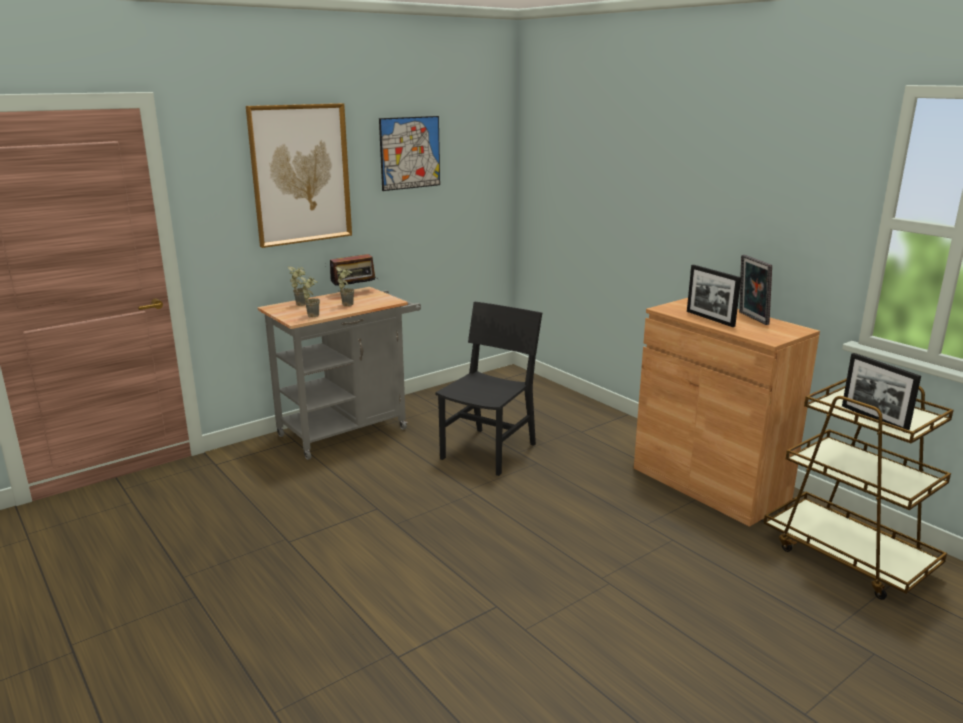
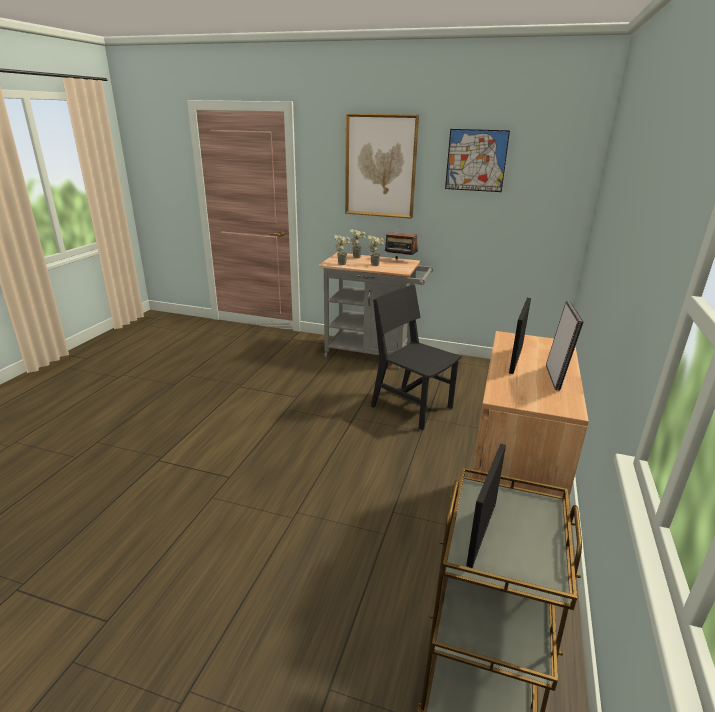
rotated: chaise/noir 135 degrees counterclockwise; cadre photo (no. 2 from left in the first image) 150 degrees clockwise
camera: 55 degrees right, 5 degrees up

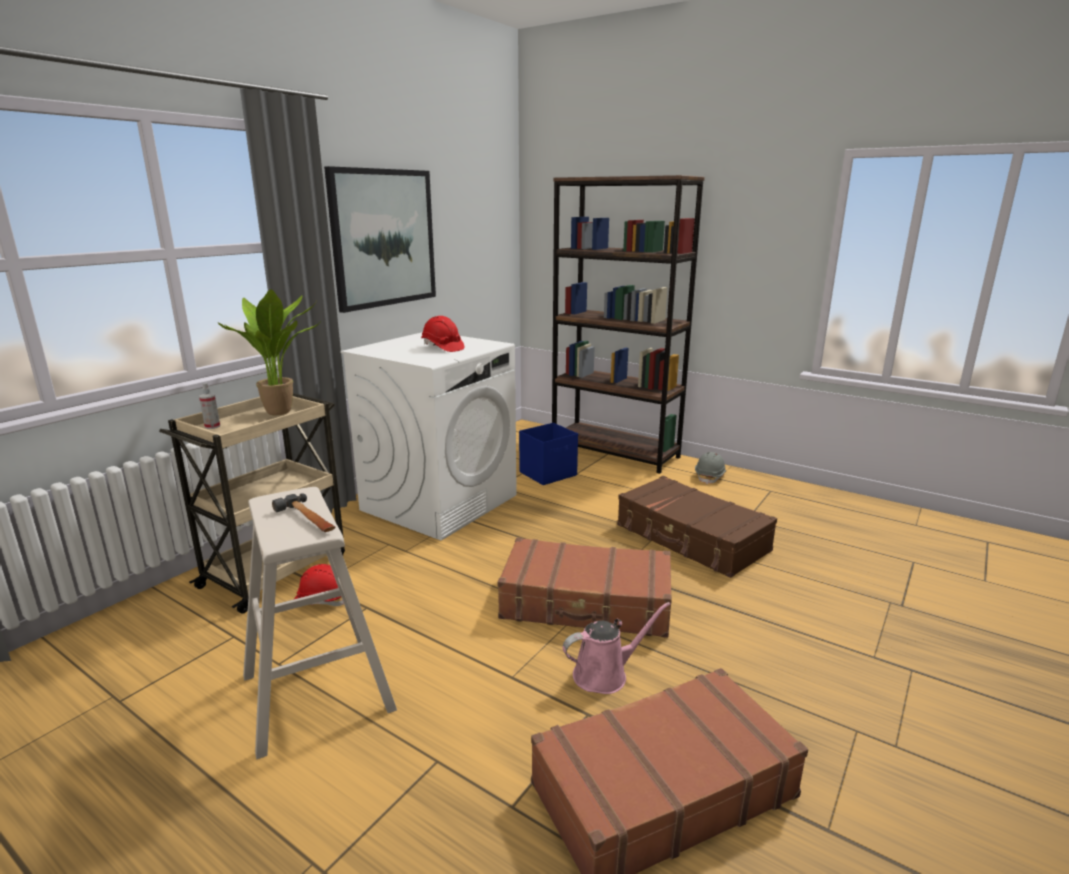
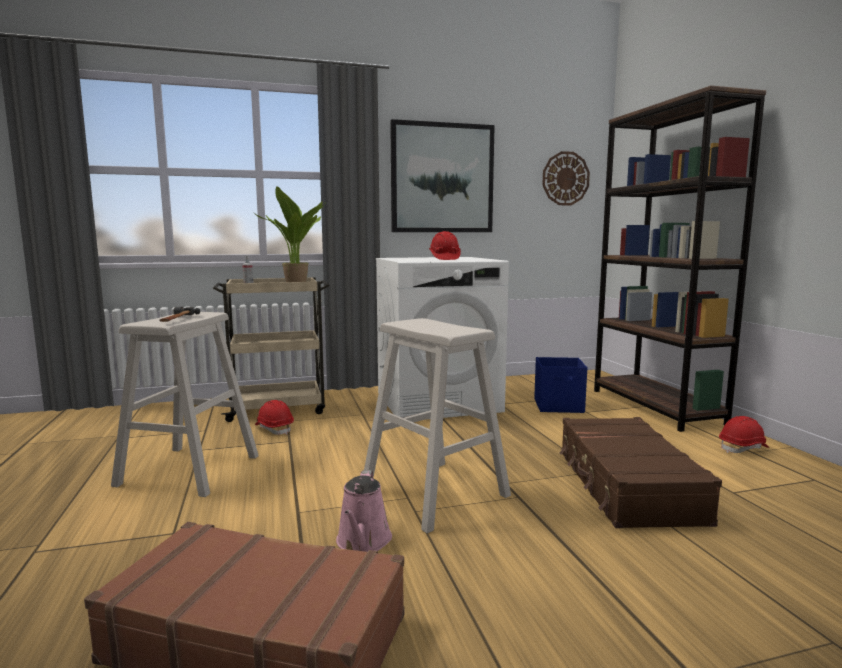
new: horloge murale
swapped: valise/marron (no. 1 from left) to tabouret/beige (no. 2 from left)
repainted: casque de chantier/gris to casque de chantier/rouge (no. 3 from left)
rotated: arrosoir/rose 75 degrees clockwise
camera: 40 degrees right, 10 degrees down

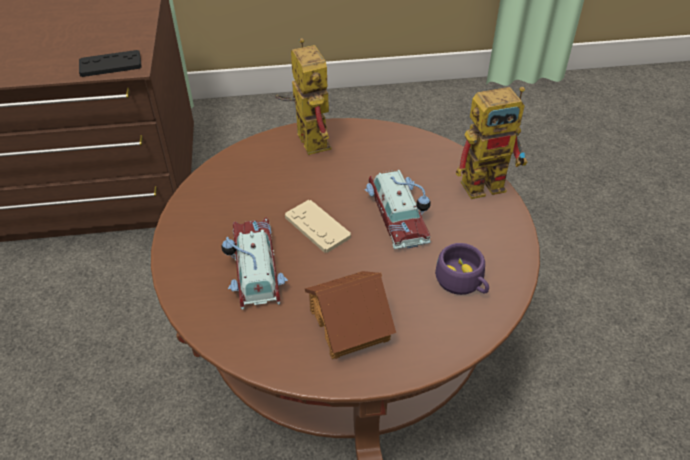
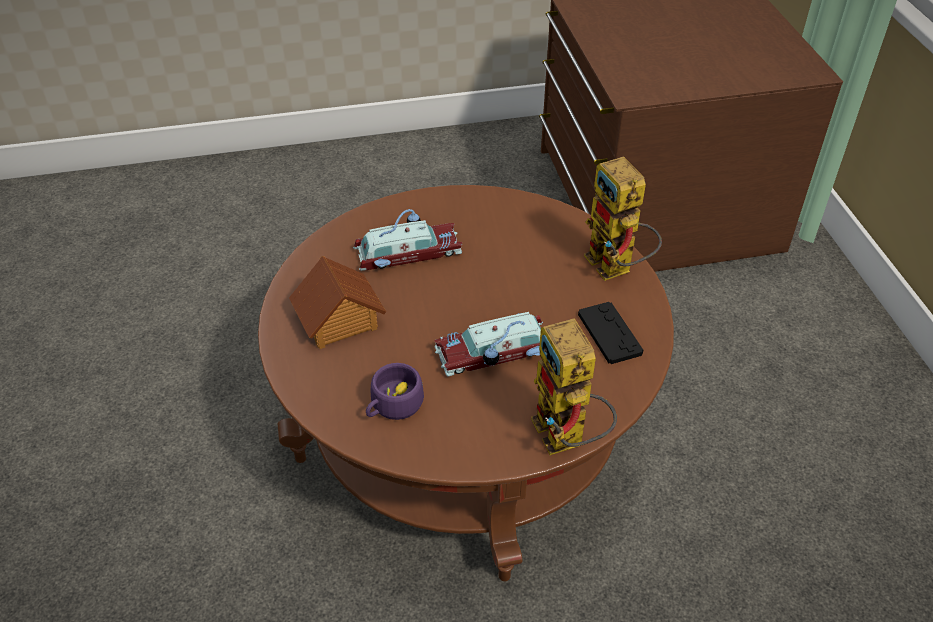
gone: manette/beige
shifted: manette/noir
rotated: robot jouet (no. 1 from left in the first image) 90 degrees clockwise
camera: 85 degrees right, 0 degrees up

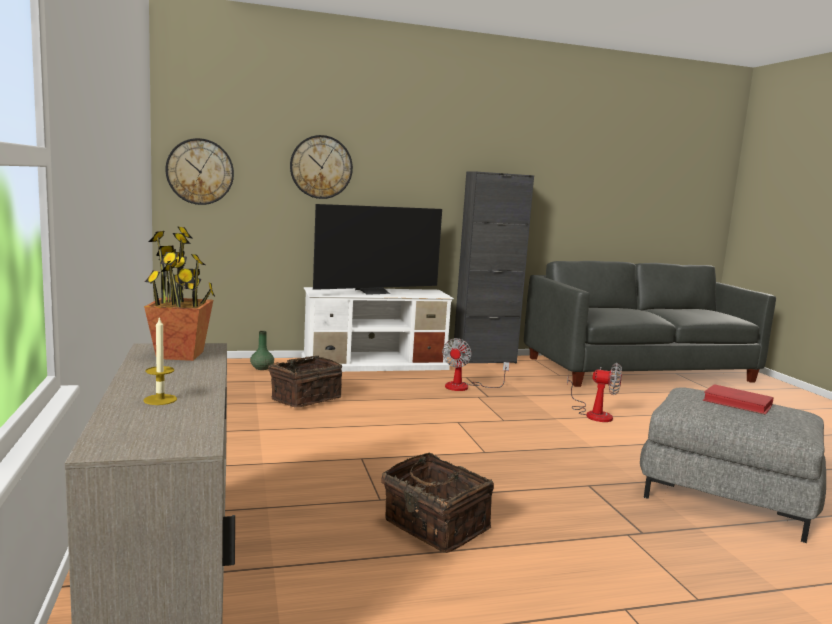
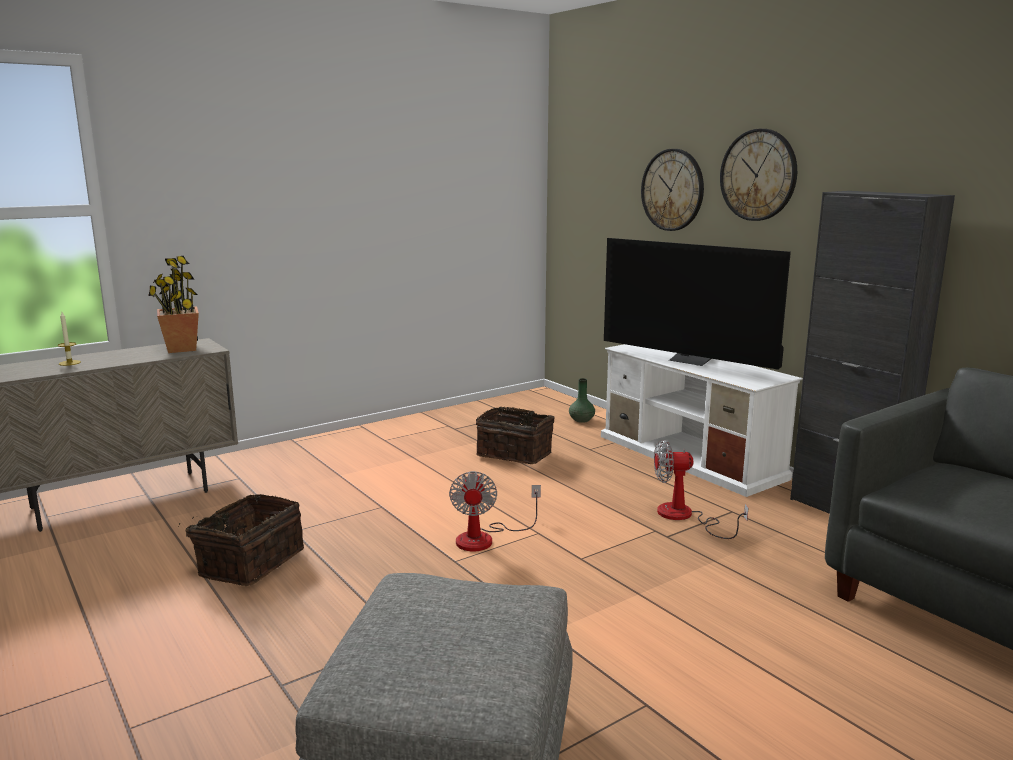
gone: livre/rouge
shifted: ventilateur (no. 2 from left in the first image) to ventilateur (no. 1 from left); horloge murale (no. 1 from left in the first image) to horloge murale (no. 2 from left)
camera: 70 degrees right, 5 degrees up

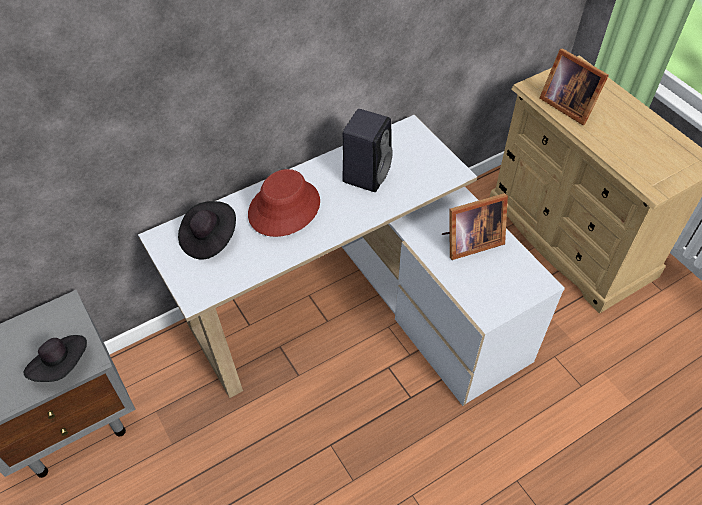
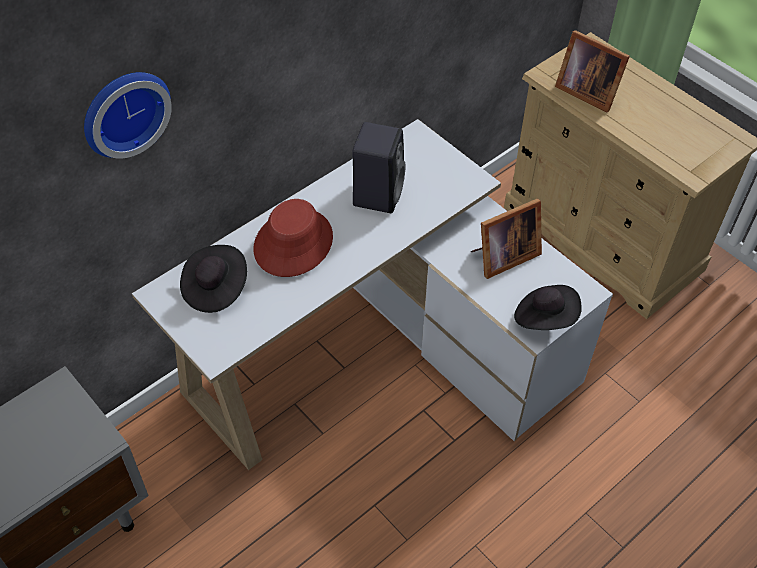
new: horloge murale
shifted: chapeau/noir (no. 1 from left in the first image) to chapeau/noir (no. 2 from left)
camera: 10 degrees left, 0 degrees up

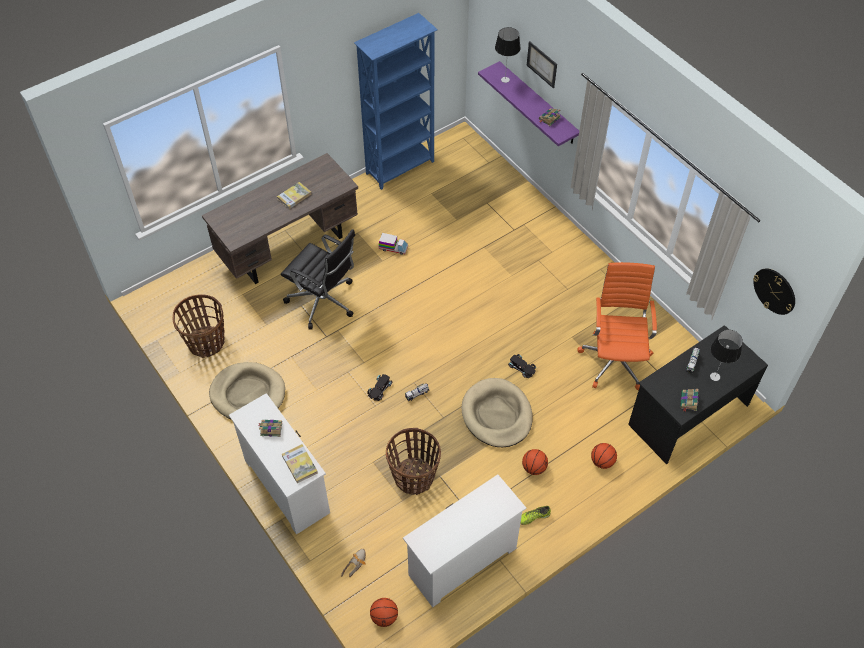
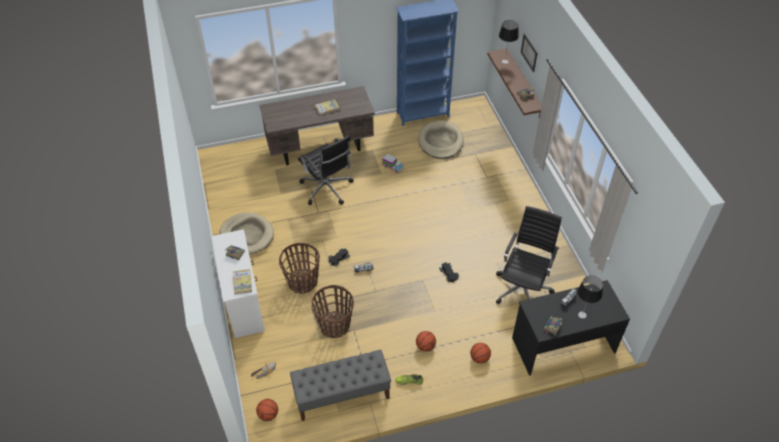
gone: horloge murale
shifted: panier (no. 1 from left); panier pour chien/beige (no. 2 from left)
swapped: commode/blanc (no. 2 from left) to banc/gris
repainted: étagère/violet to étagère/marron; chaise de bureau/orange to chaise de bureau/noir (no. 2 from left)
camera: 20 degrees right, 5 degrees down

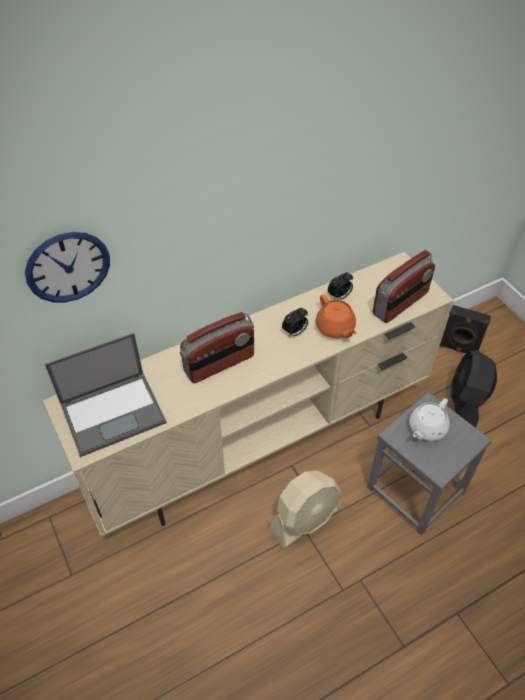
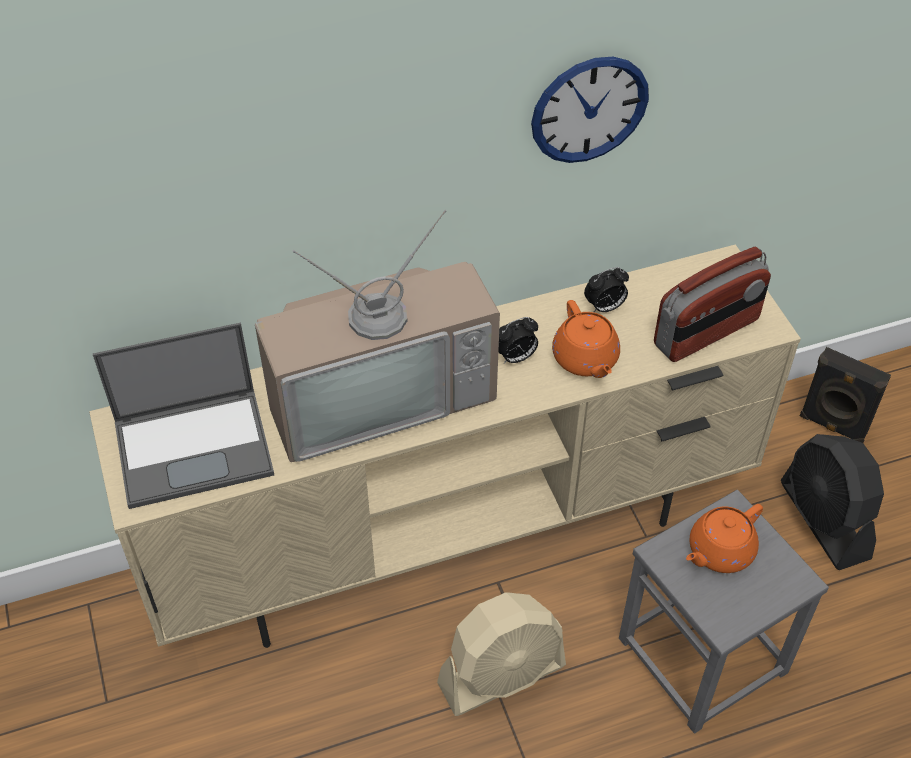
shifted: horloge murale
swapped: radio (no. 1 from left) to téléviseur
repainted: théière/blanc to théière/orange (no. 2 from left)
rotated: ventilateur/noir 45 degrees counterclockwise
camera: 10 degrees right, 0 degrees up

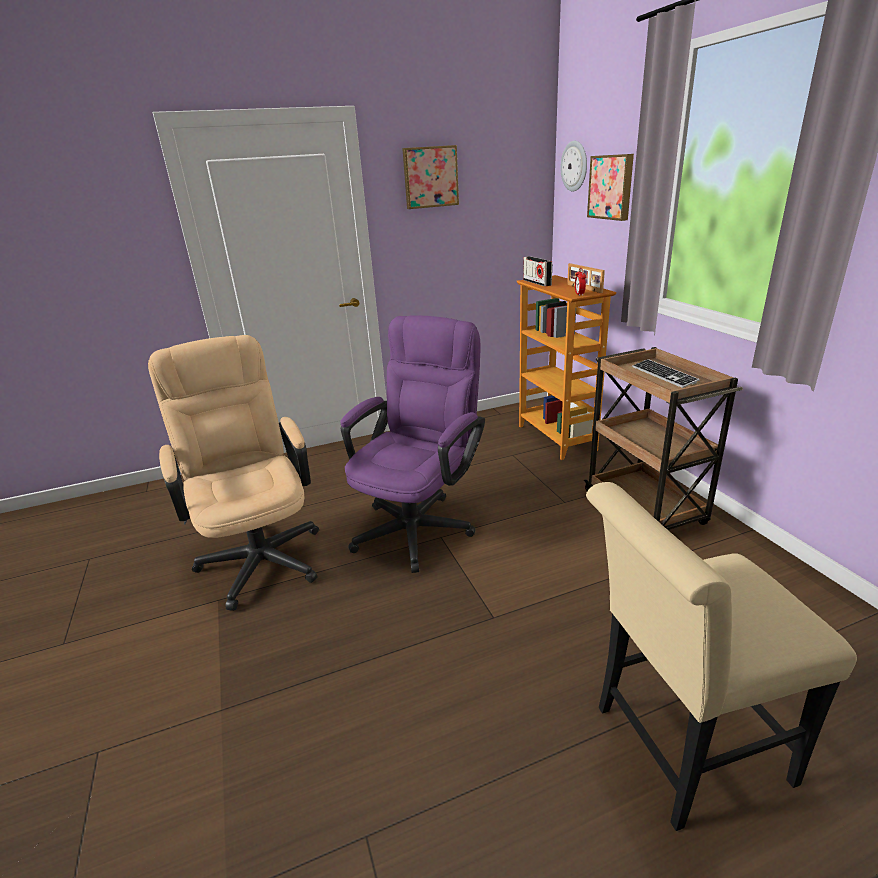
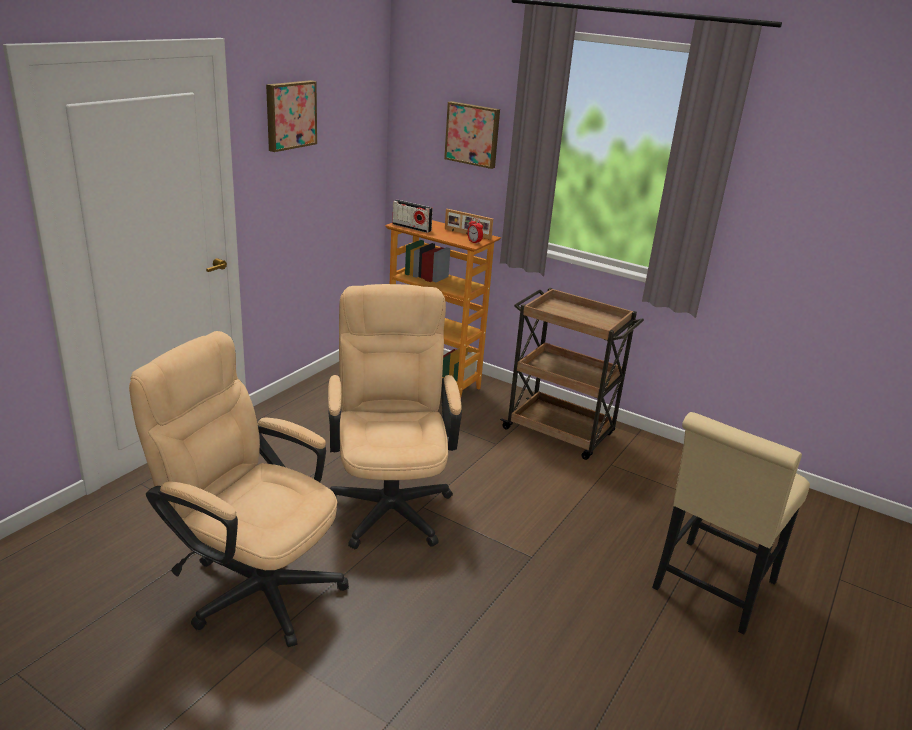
gone: horloge murale; clavier
repainted: chaise de bureau/violet to chaise de bureau/beige (no. 2 from left)
camera: 40 degrees left, 0 degrees up

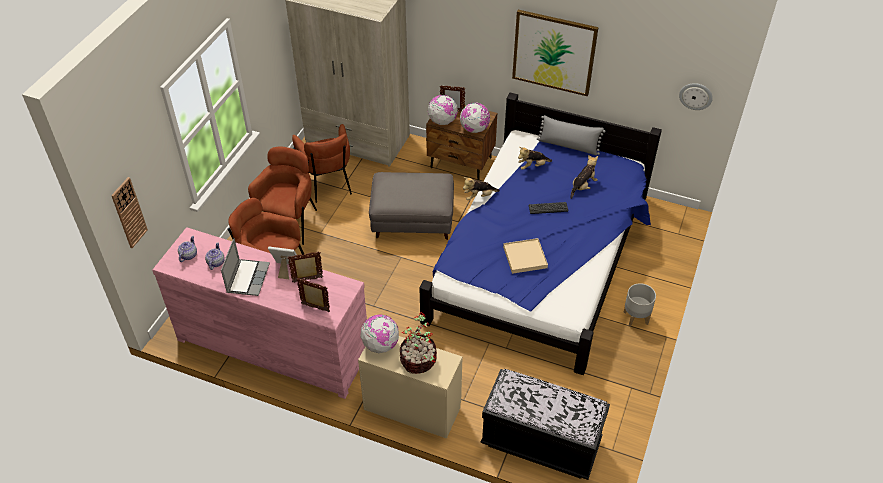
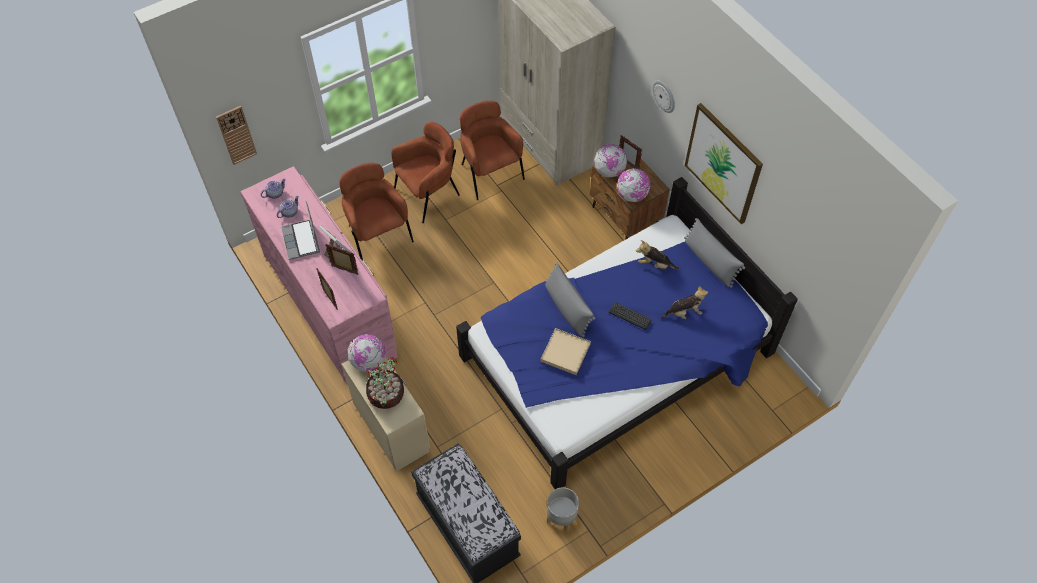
gone: pouf/gris; peluche (no. 1 from left)
new: coussin/gris (no. 1 from left)
shifted: cache-pot/gris; horloge murale (no. 2 from left)
rotated: ordinateur portable 120 degrees clockwise; fauteuil/marron (no. 3 from left) 135 degrees clockwise
camera: 35 degrees right, 10 degrees up

